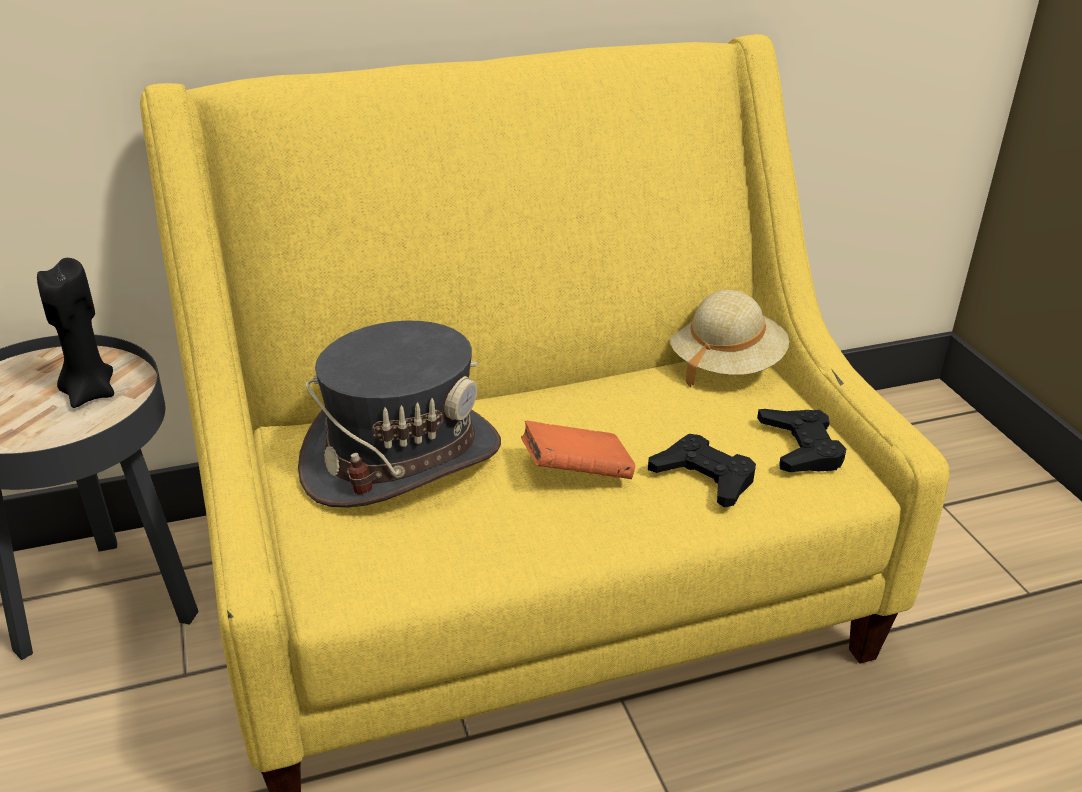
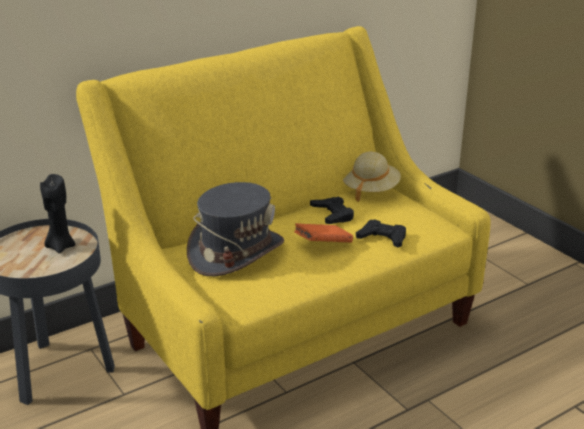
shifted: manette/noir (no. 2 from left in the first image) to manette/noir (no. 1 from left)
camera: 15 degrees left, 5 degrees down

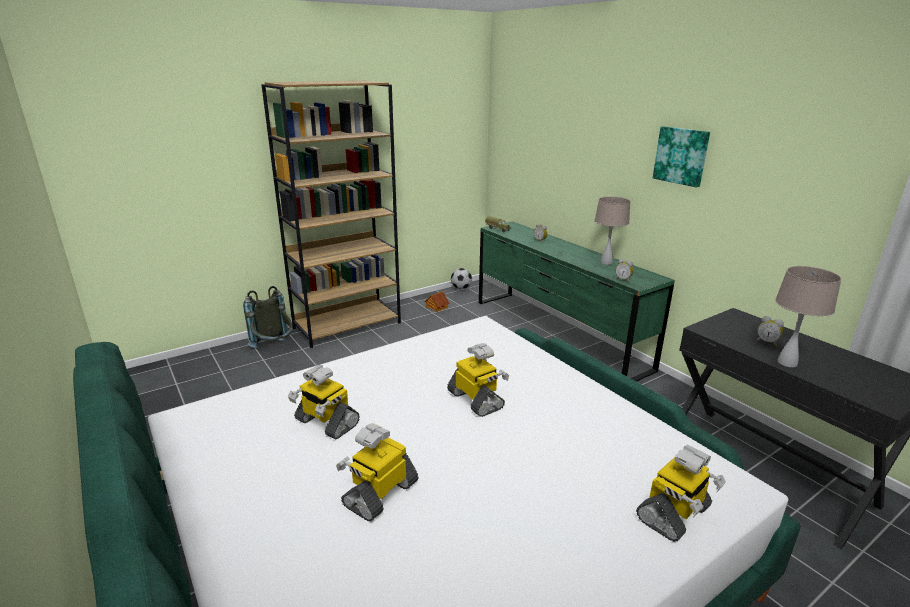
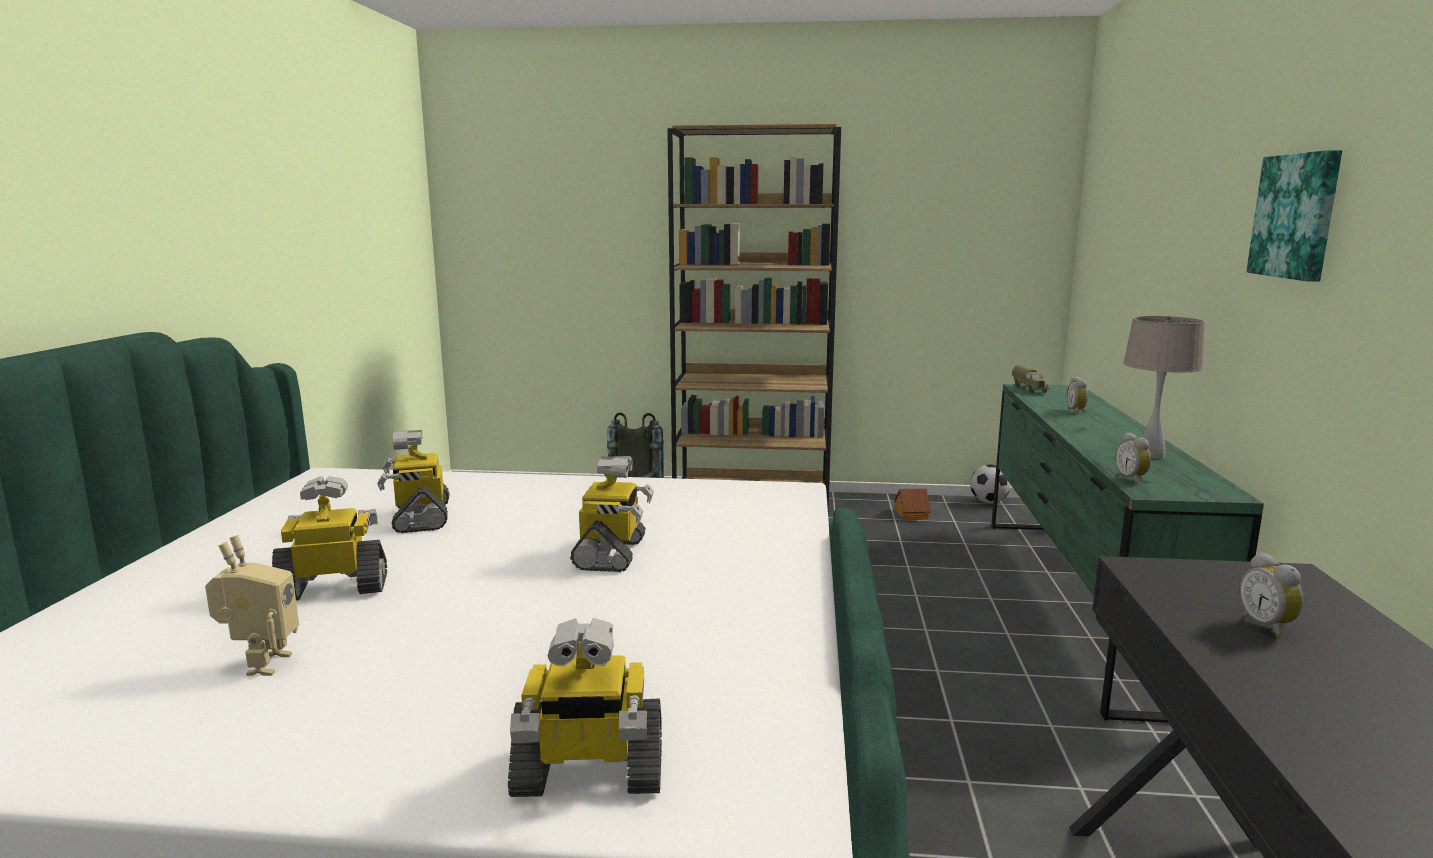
gone: lampe de table/beige (no. 2 from left)
new: robot jouet (no. 1 from left)
camera: 40 degrees right, 10 degrees down

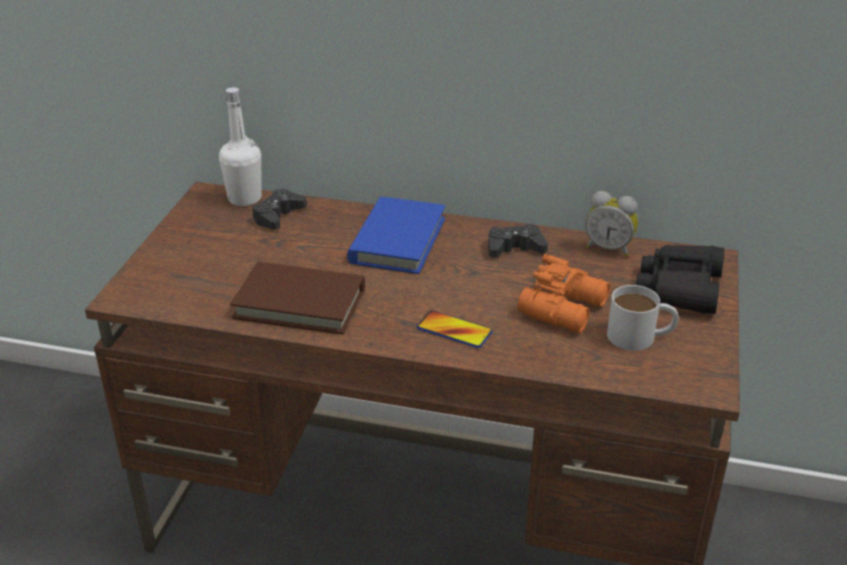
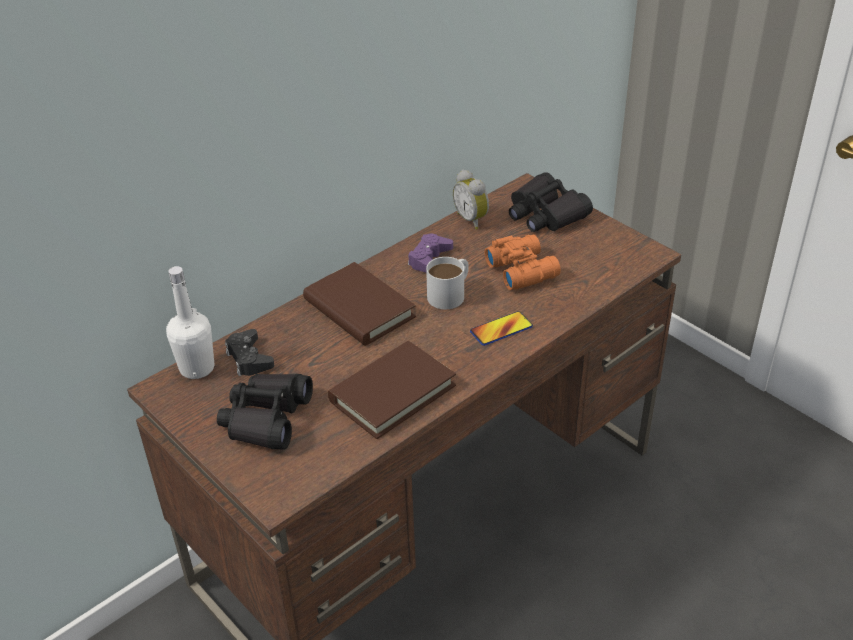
new: jumelles/noir (no. 1 from left)
shifted: mug/blanc
repainted: livre/bleu to livre/marron (no. 1 from left); manette/noir (no. 2 from left) to manette/violet
rotated: réveil 90 degrees clockwise
camera: 55 degrees left, 5 degrees up

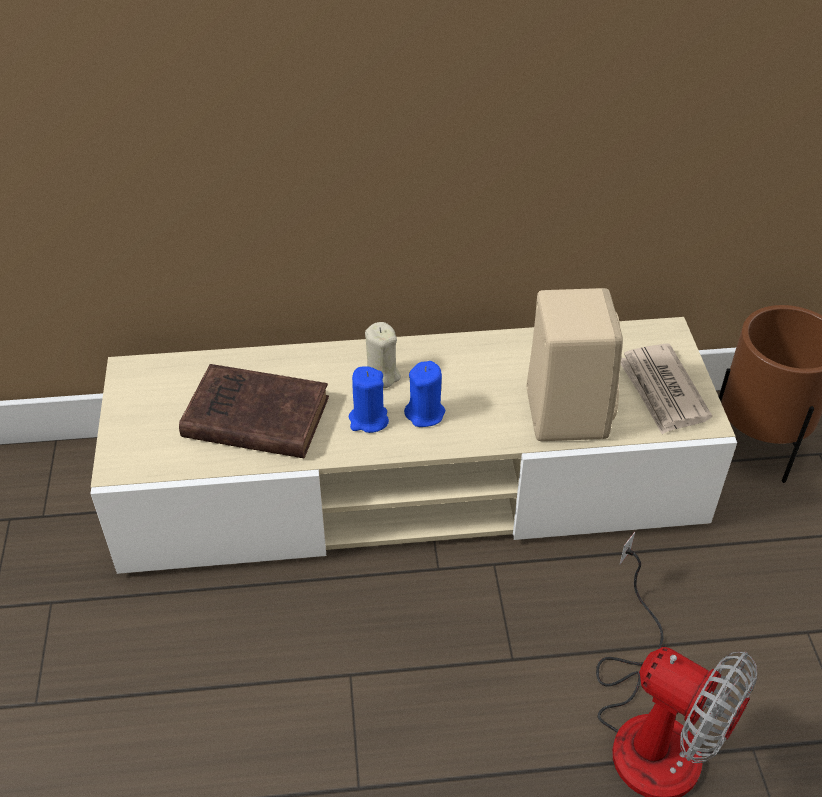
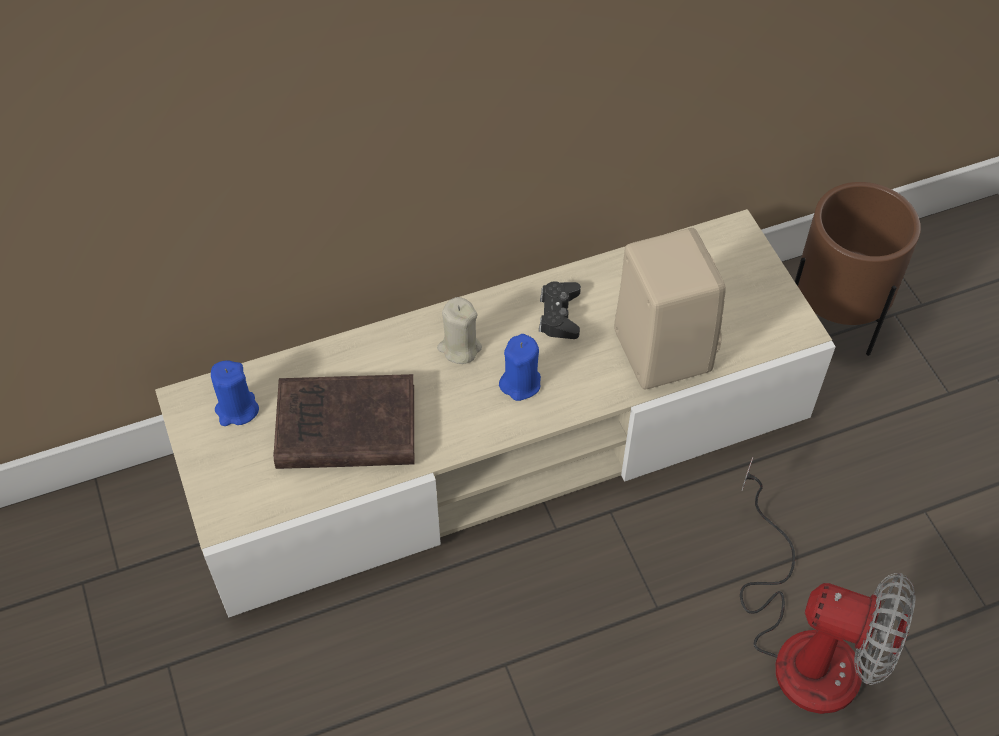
gone: journal
new: manette/noir
shifted: bougie/bleu (no. 1 from left)
camera: 15 degrees left, 10 degrees up

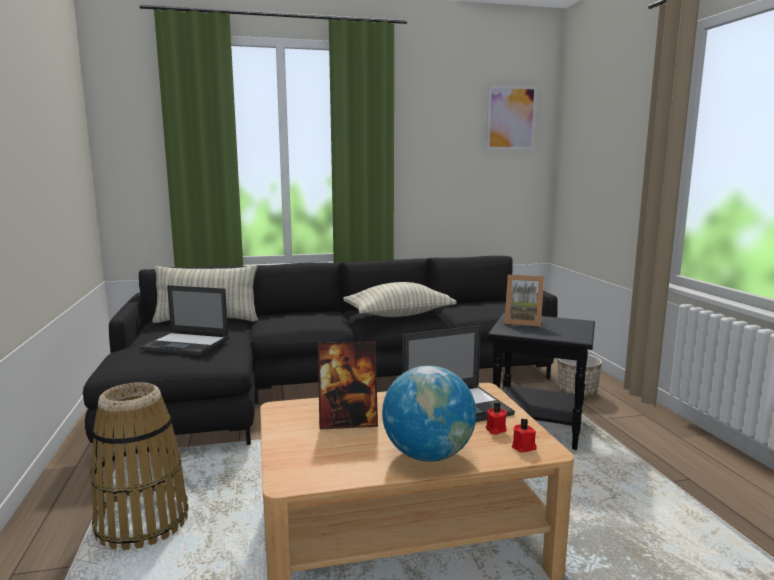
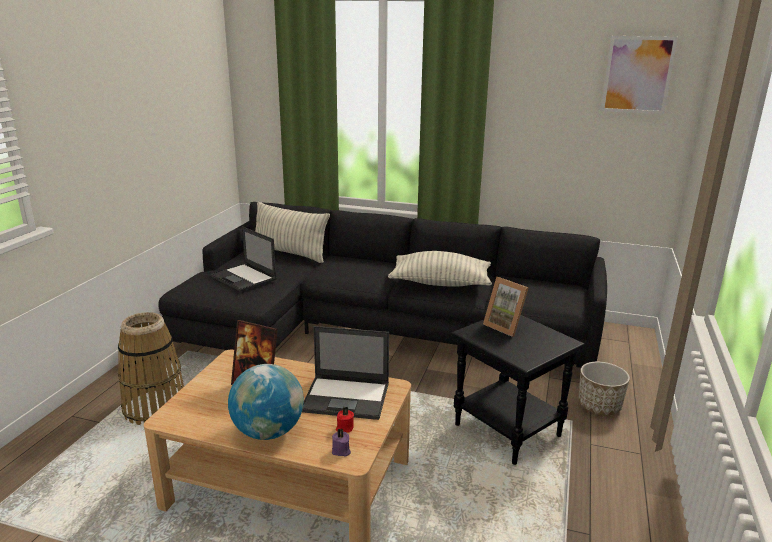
repainted: bougie/rouge (no. 2 from left) to bougie/violet
camera: 30 degrees right, 10 degrees up

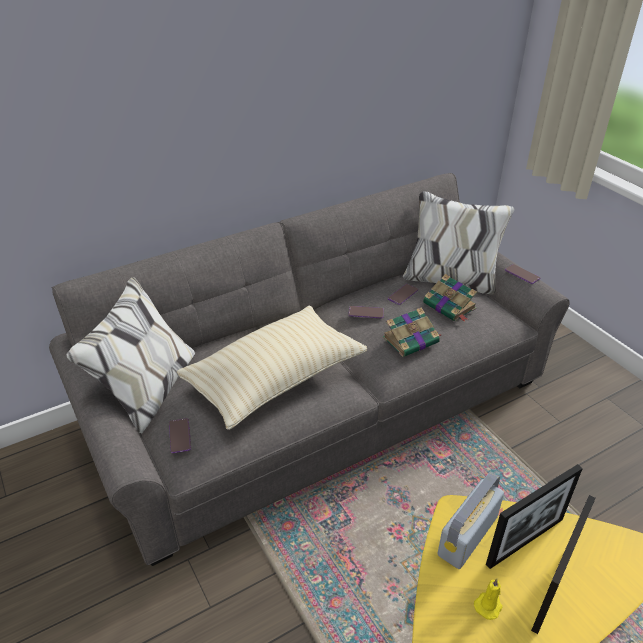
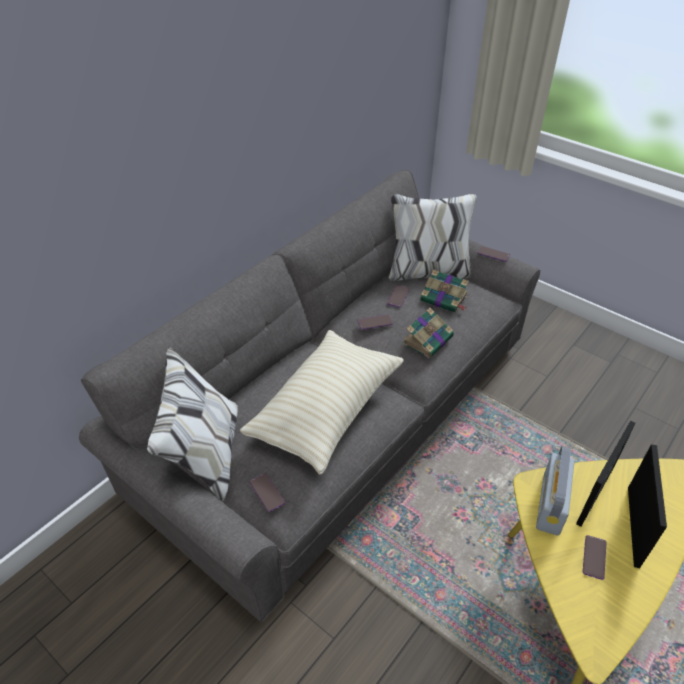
swapped: bougie/jaune to téléphone (no. 5 from left)
camera: 20 degrees left, 5 degrees up

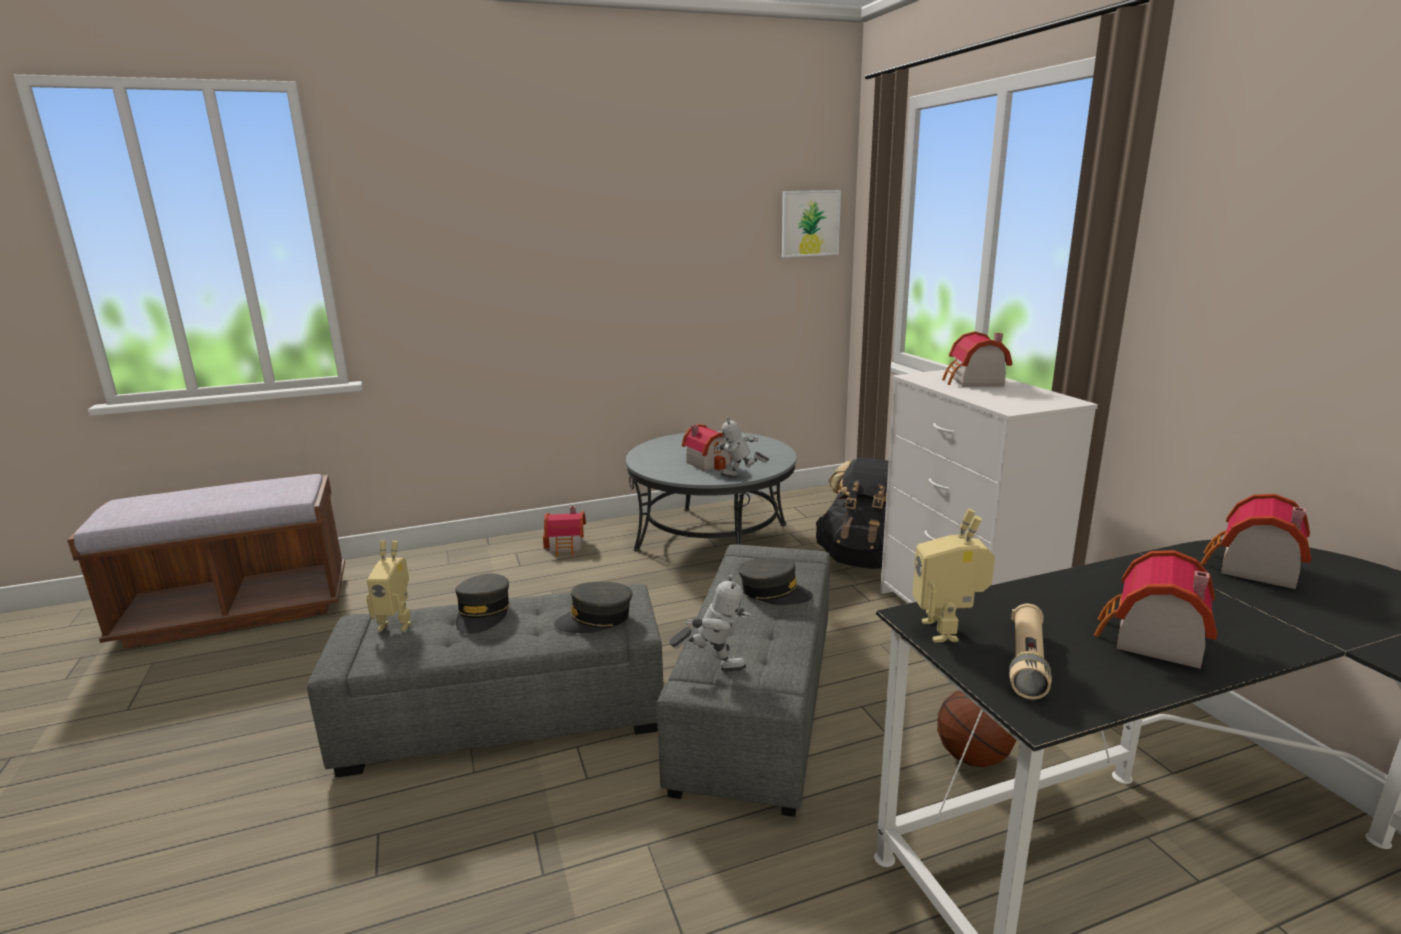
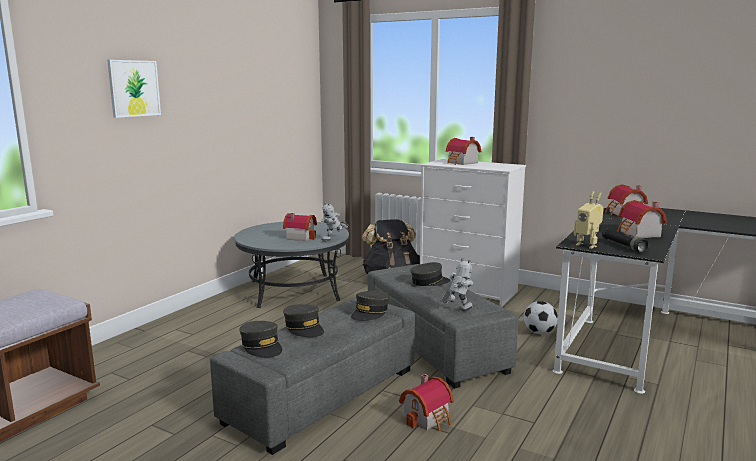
shifted: tableau; maison miniature (no. 1 from left in the first image) to maison miniature (no. 2 from left)
swapped: robot jouet (no. 1 from left) to casquette/gris (no. 1 from left); ballon de basket to ballon de foot
repainted: lampe de poche/beige to lampe de poche/noir
camera: 40 degrees left, 5 degrees down

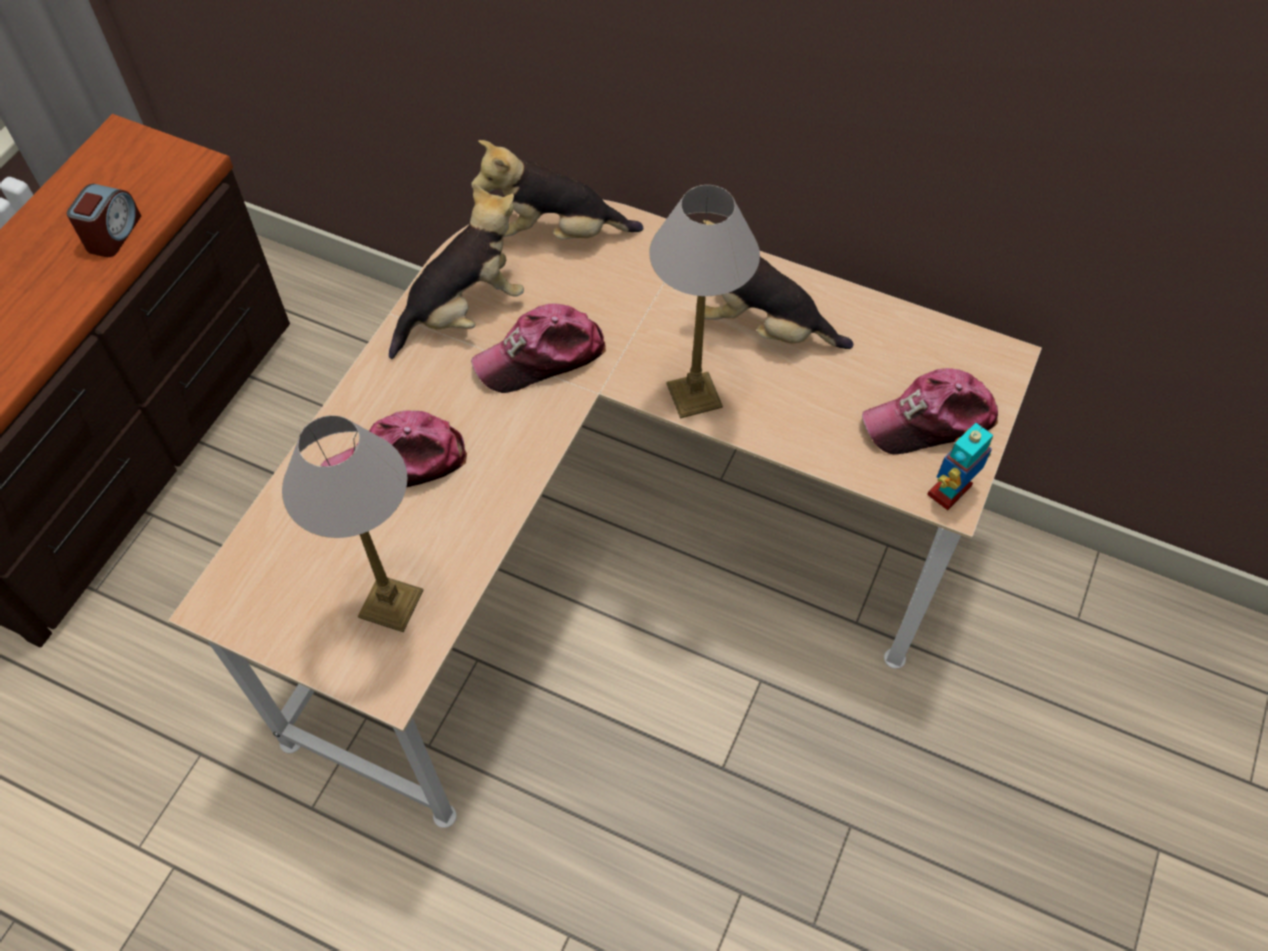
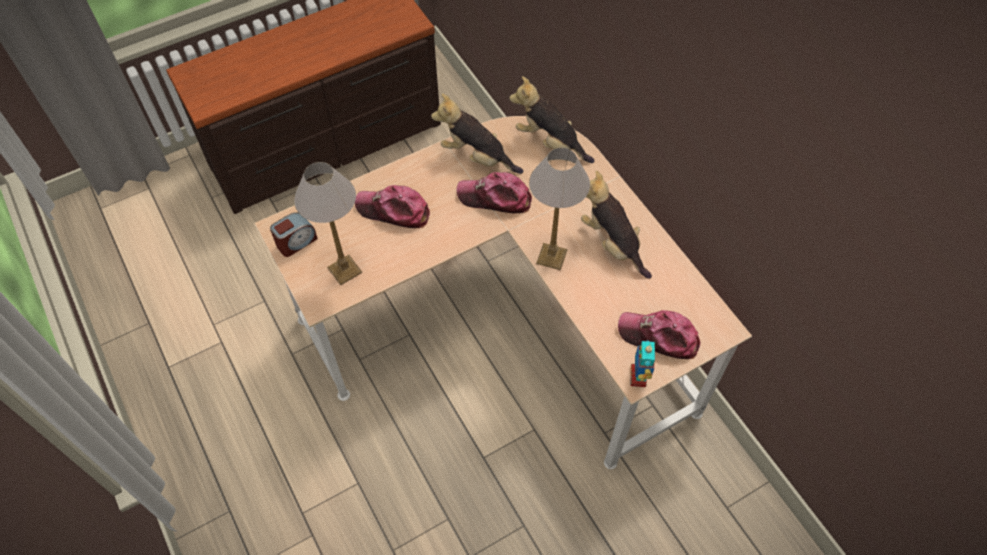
shifted: réveil
rotated: peluche (no. 1 from left) 150 degrees counterclockwise; robot jouet 75 degrees counterclockwise
camera: 35 degrees right, 0 degrees up

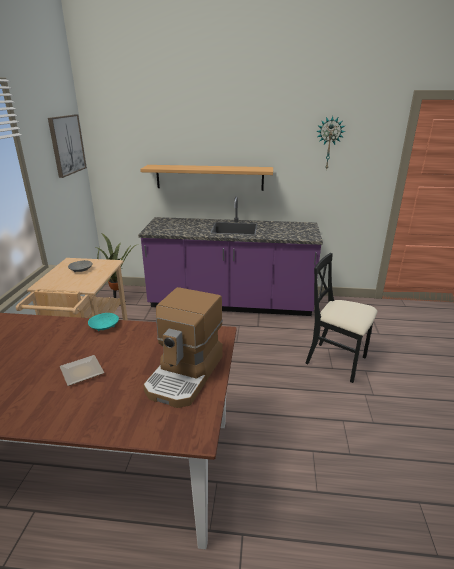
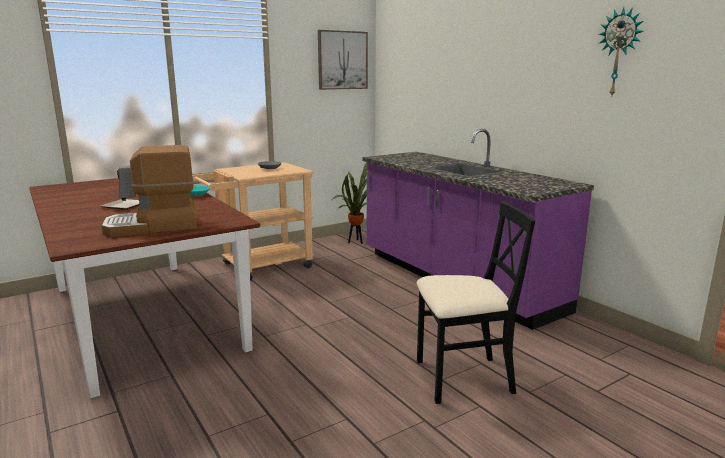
gone: étagère
rotated: chaise/noir 90 degrees clockwise
camera: 50 degrees right, 10 degrees down

